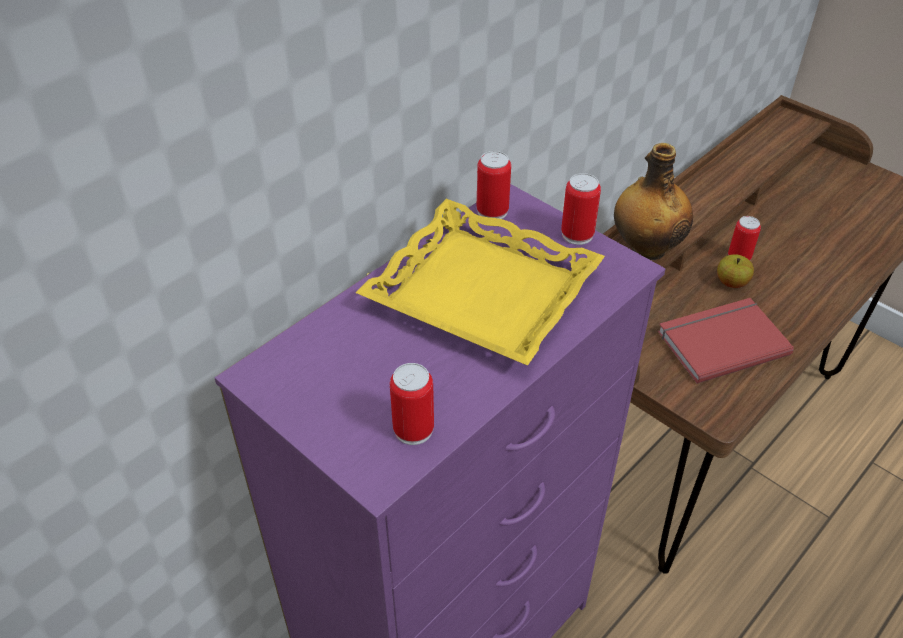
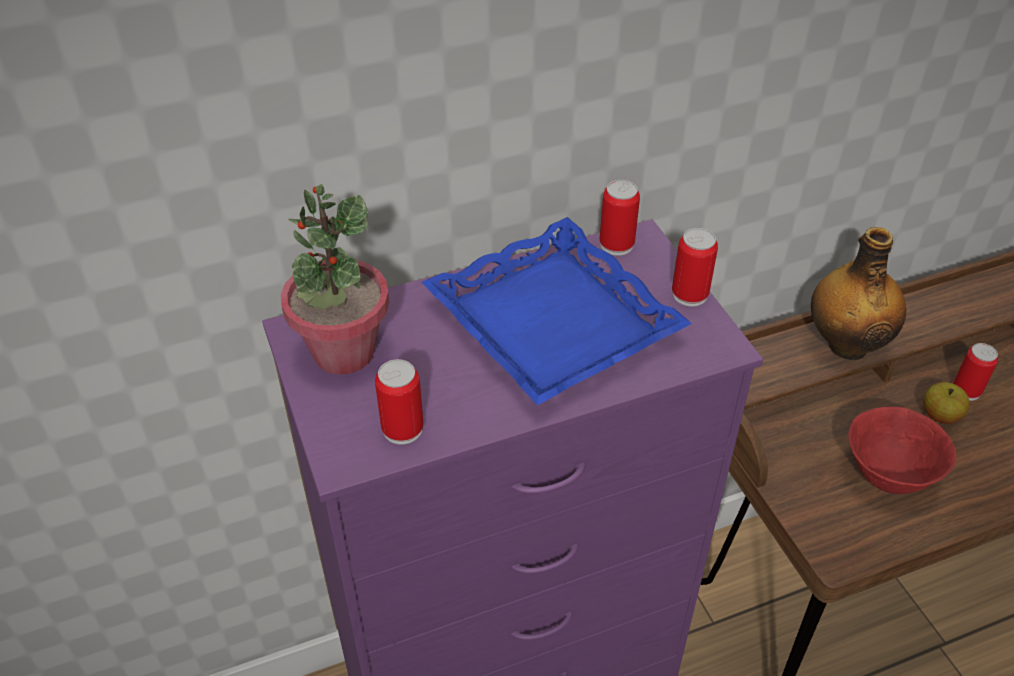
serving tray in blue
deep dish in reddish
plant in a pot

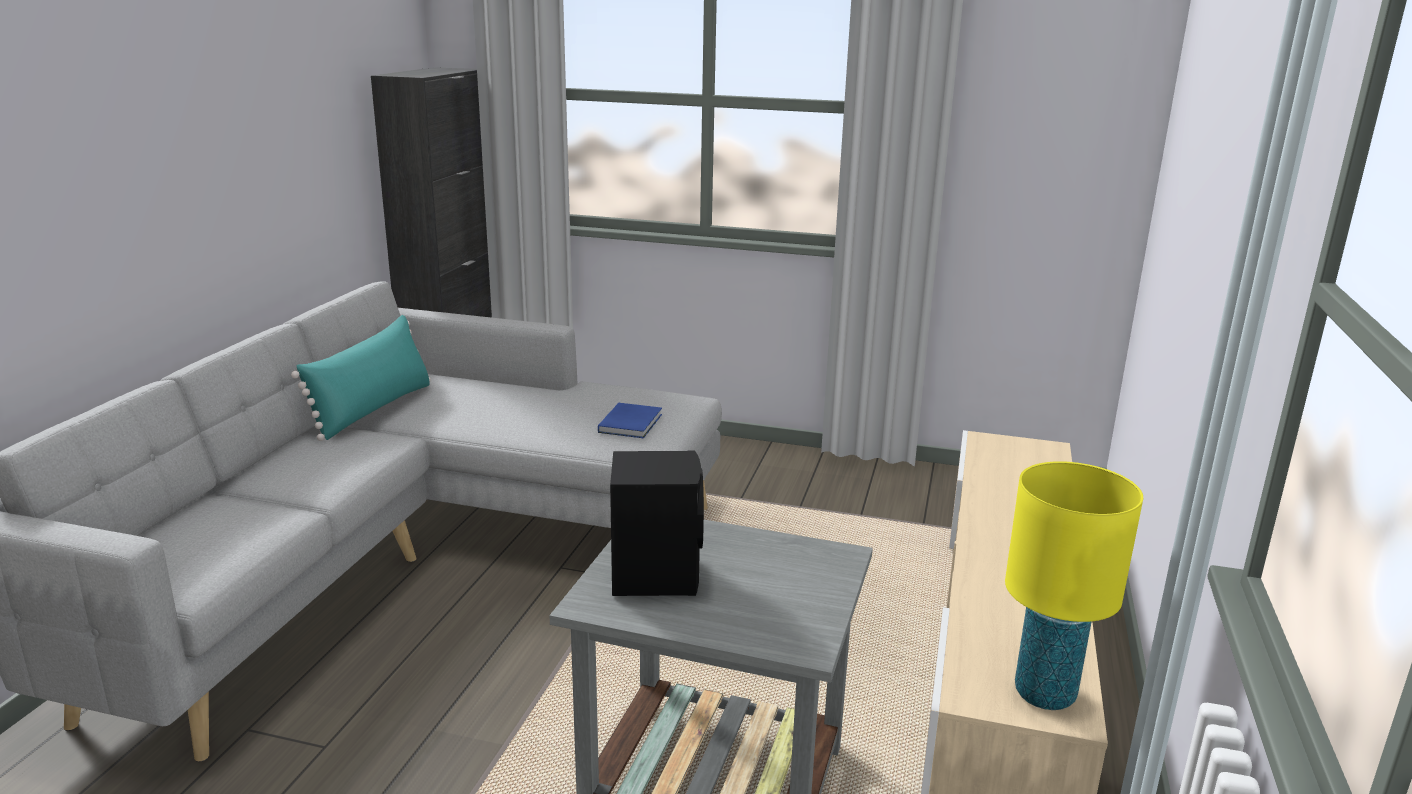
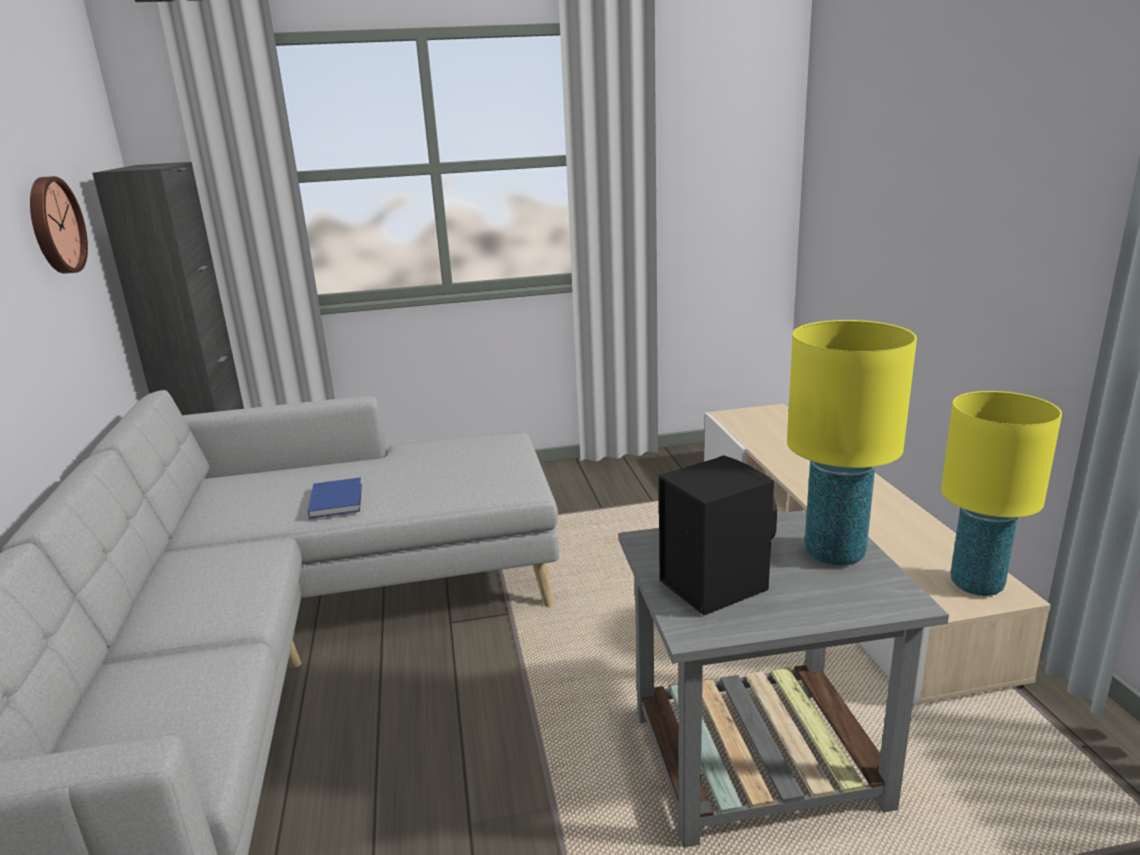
cushion in blue-green
volume in blue
wall clock
table lamp in yellow-coloured (no. 1 from left)

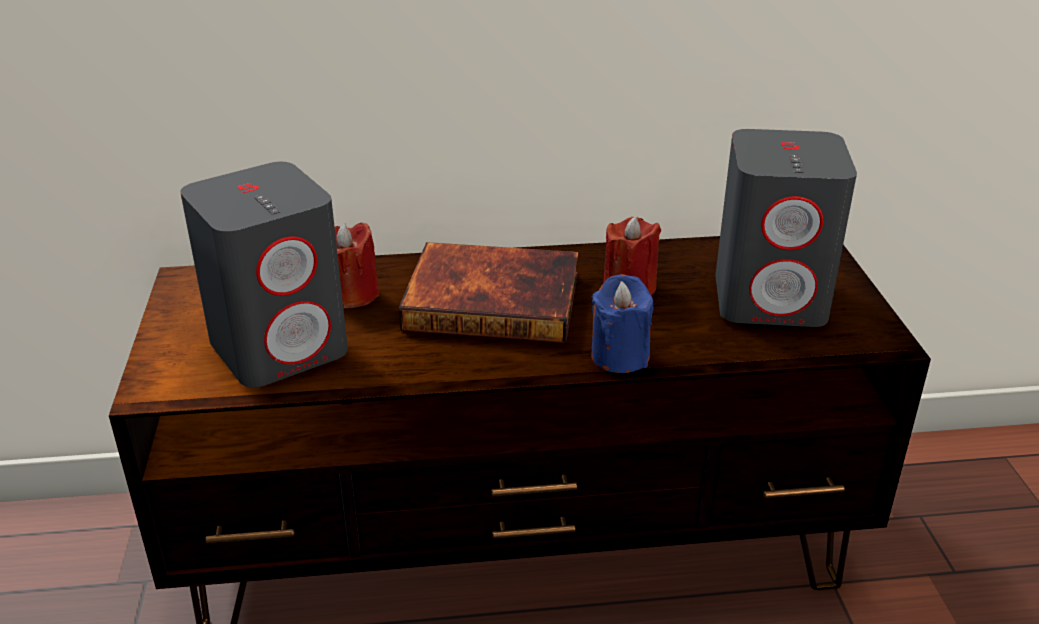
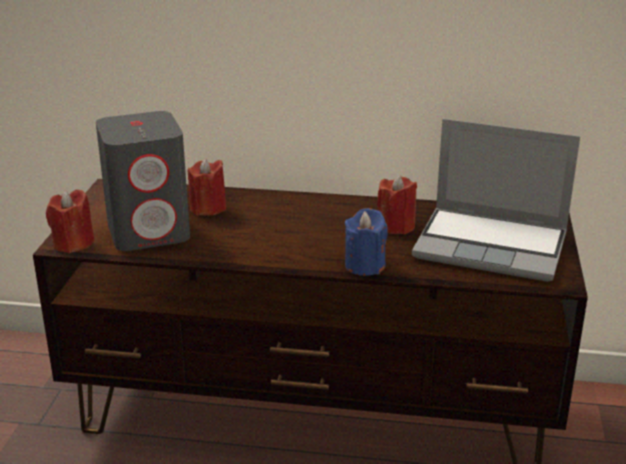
notebook computer
volume
wax candle in reddish (no. 1 from left)

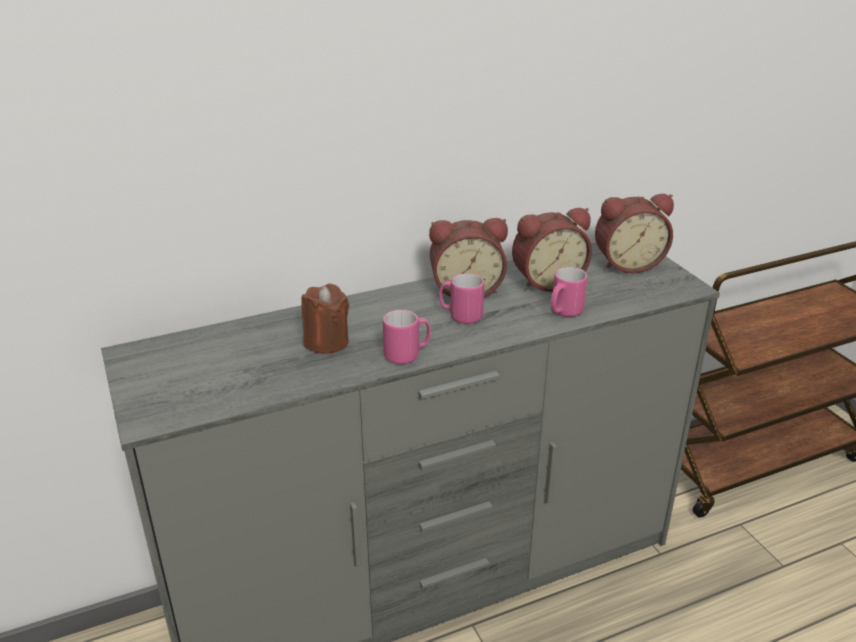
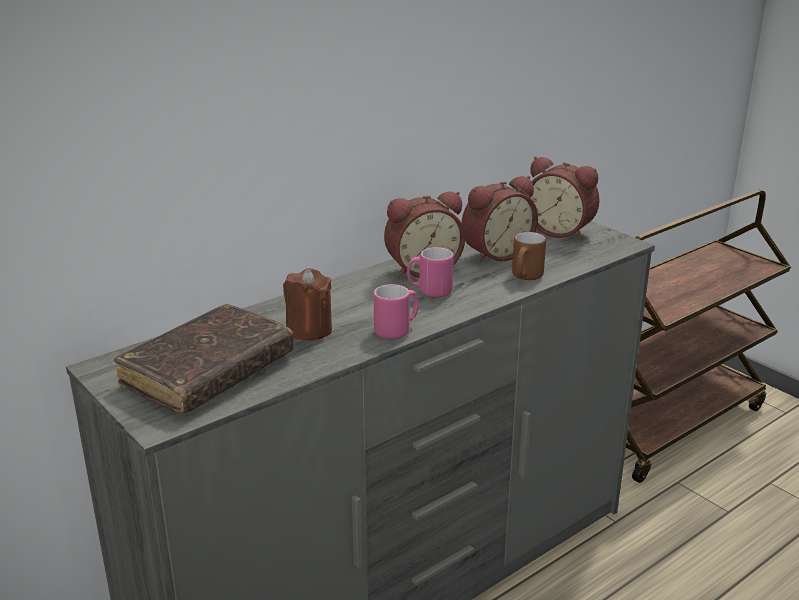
alarm clock (no. 3 from left)
coffee mug in brown-coloured
volume in brown-coloured

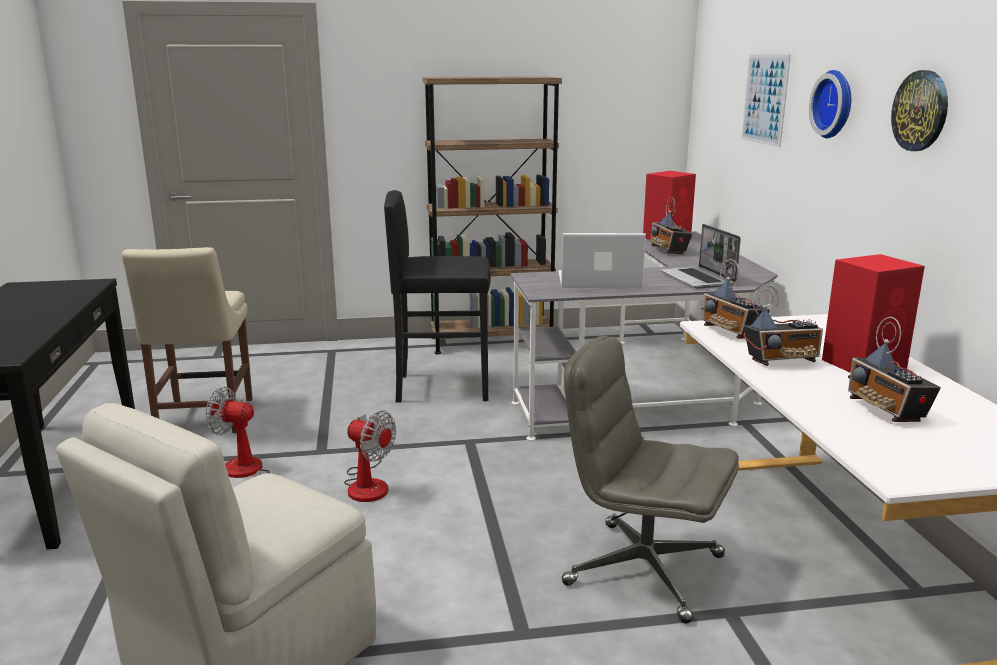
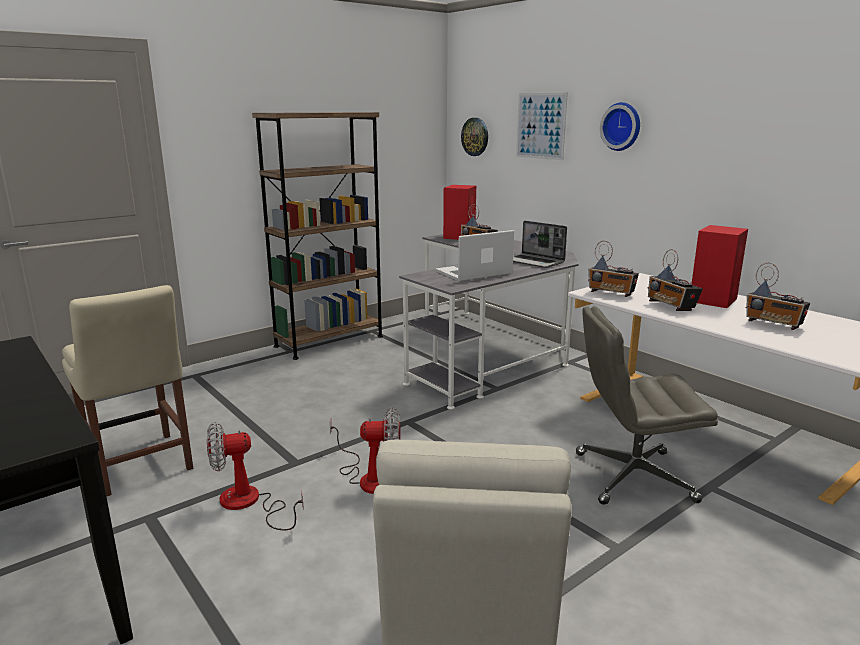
wall clock (no. 1 from left)
stool in blackish
radio (no. 3 from left)

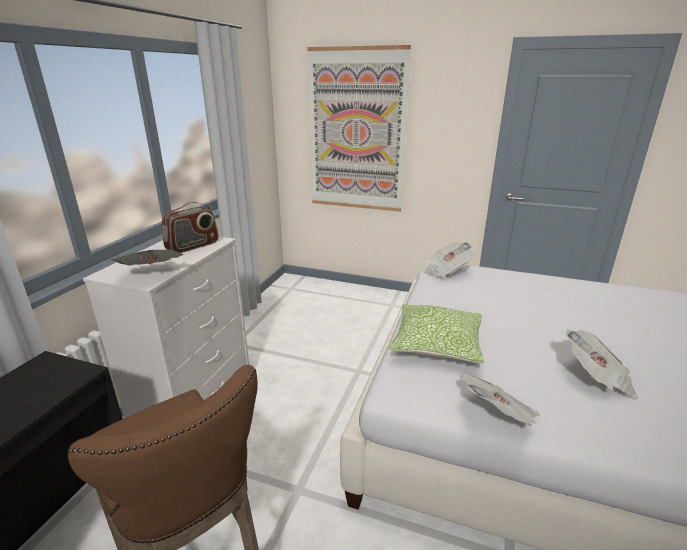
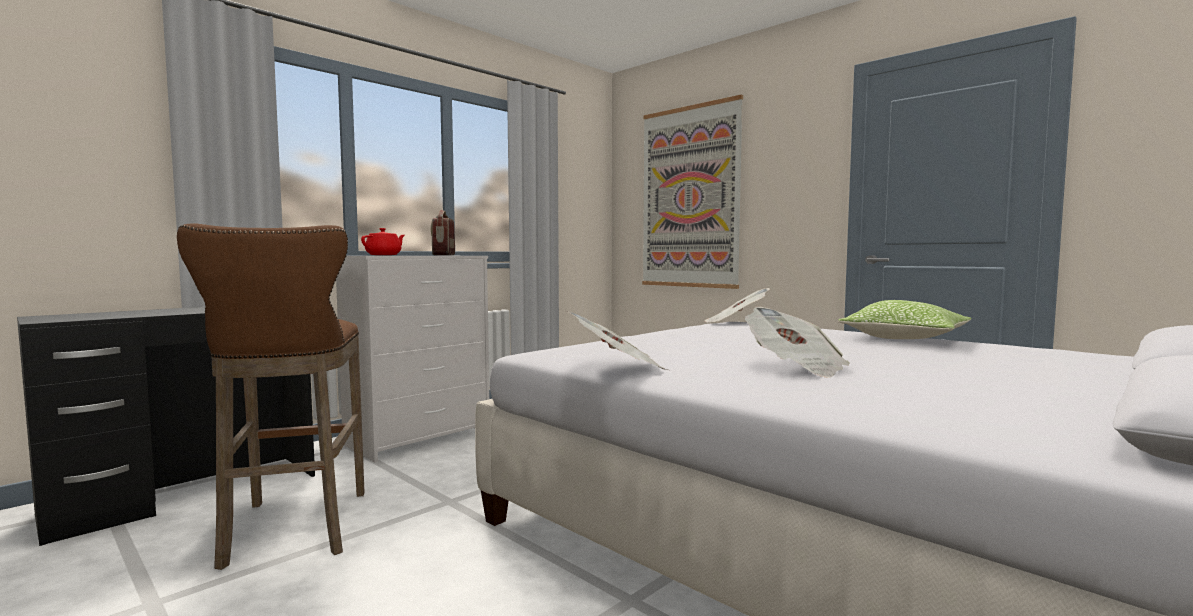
radio
tea pot in reddish
cushion

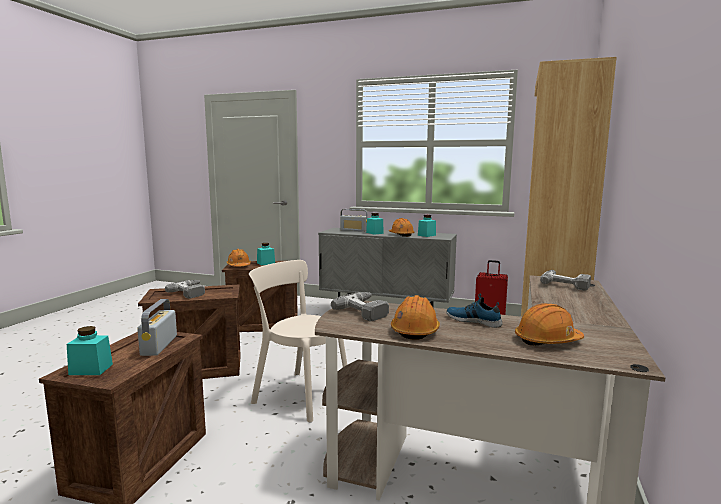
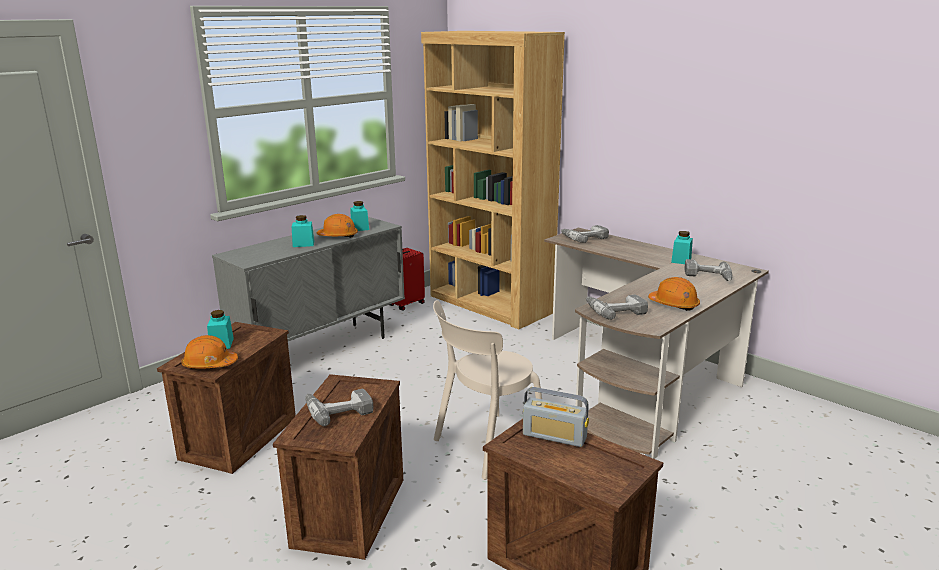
radio (no. 2 from left in the first image)
item of footwear
power drill (no. 4 from left)
storage jar in blue-green (no. 4 from left)

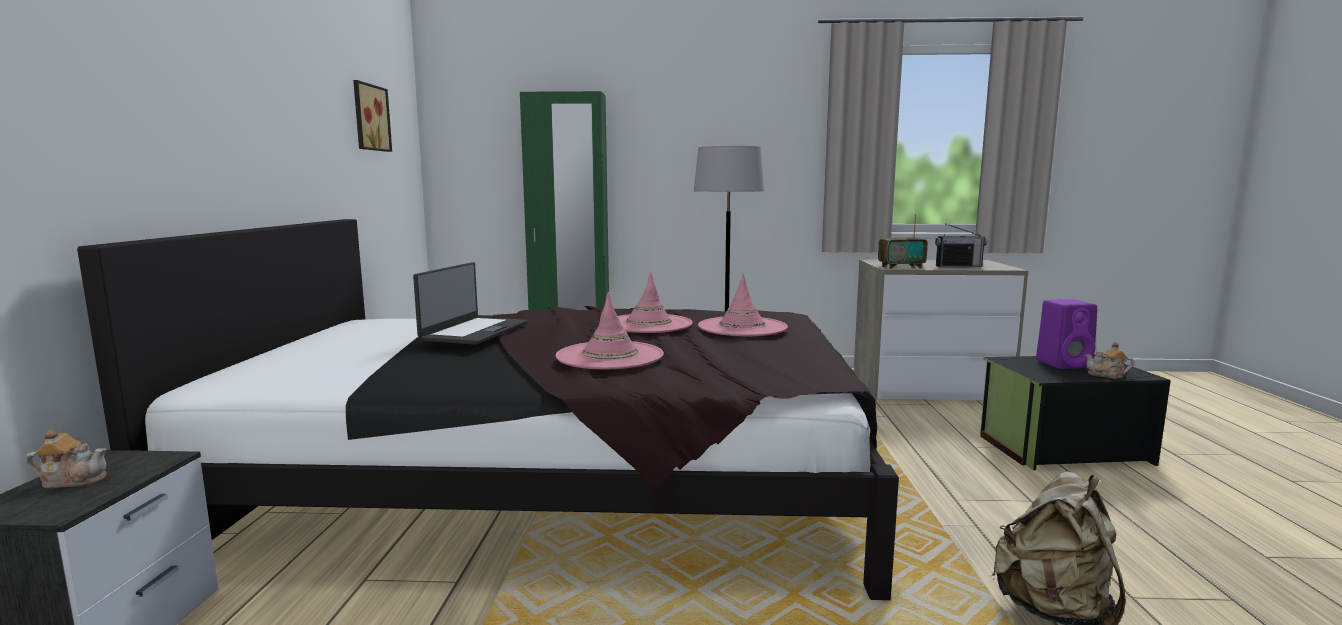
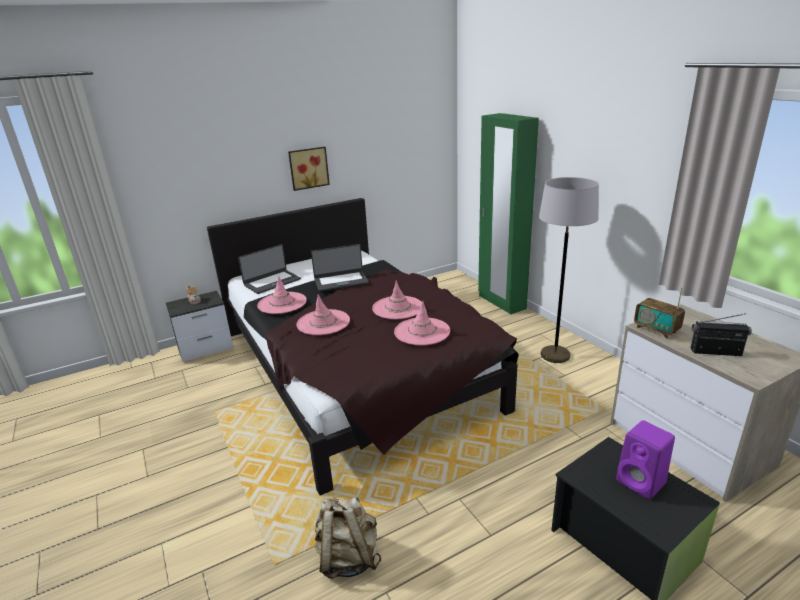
picture
radio (no. 2 from left)
tea pot (no. 2 from left in the first image)
notebook computer (no. 1 from left)
wearable hat in pink (no. 1 from left)

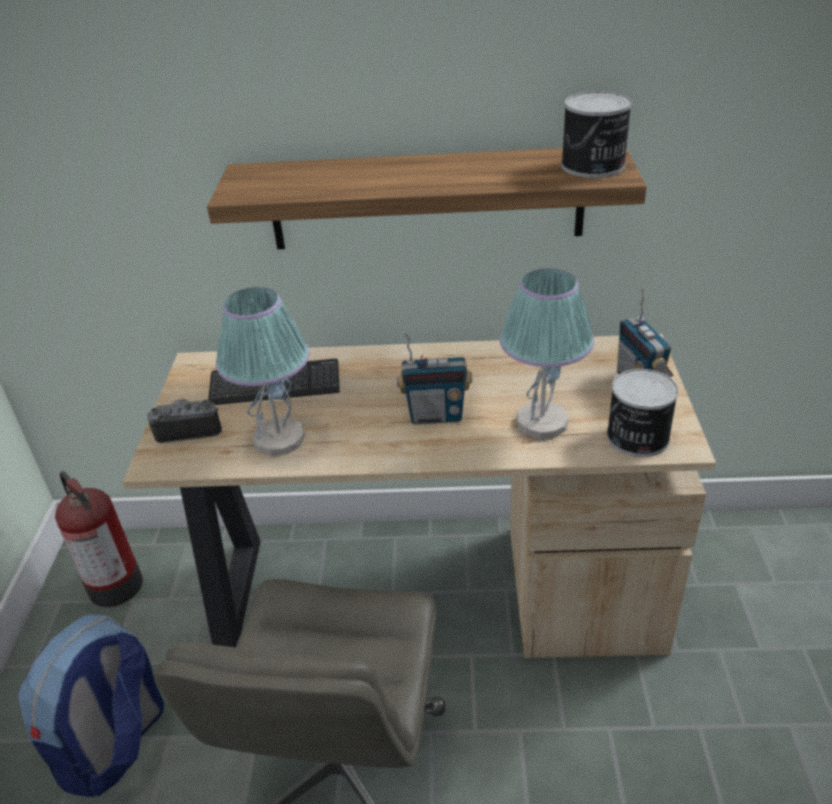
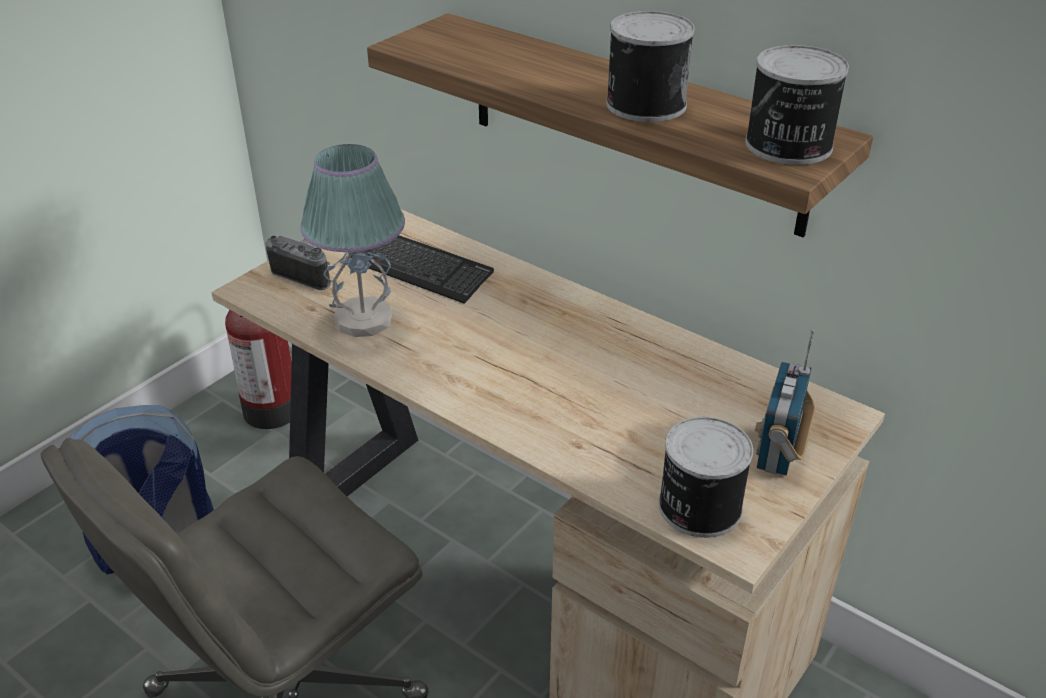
table lamp (no. 2 from left in the first image)
radio (no. 1 from left in the first image)
sealed can (no. 1 from left)

